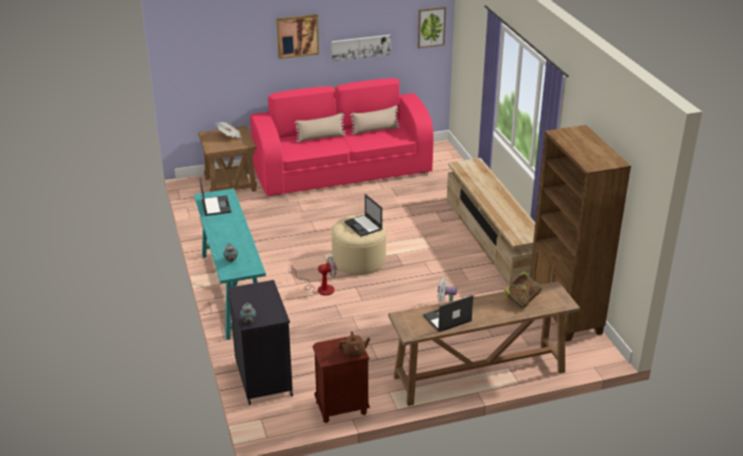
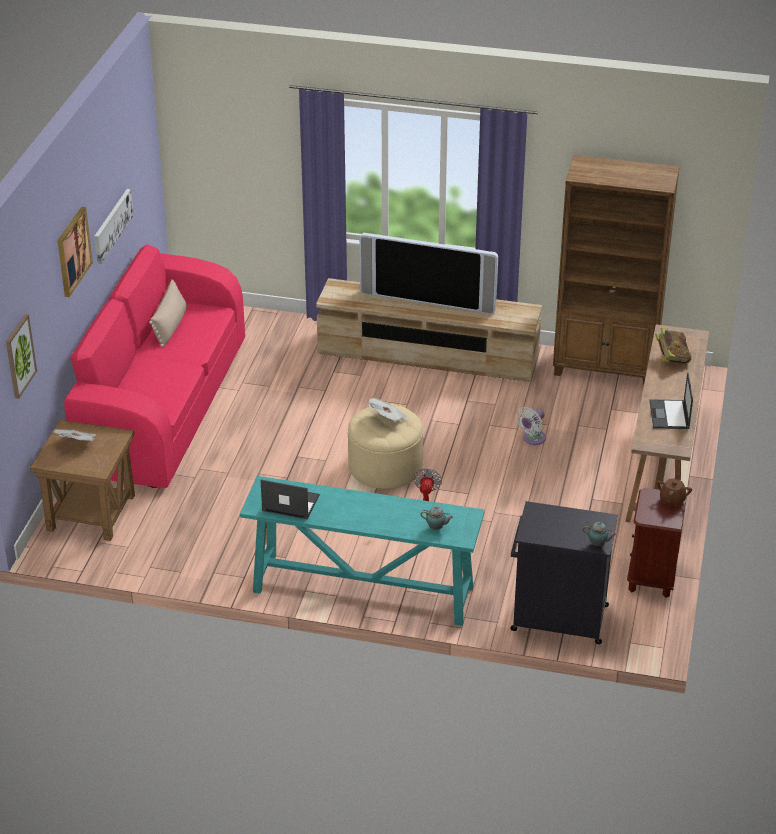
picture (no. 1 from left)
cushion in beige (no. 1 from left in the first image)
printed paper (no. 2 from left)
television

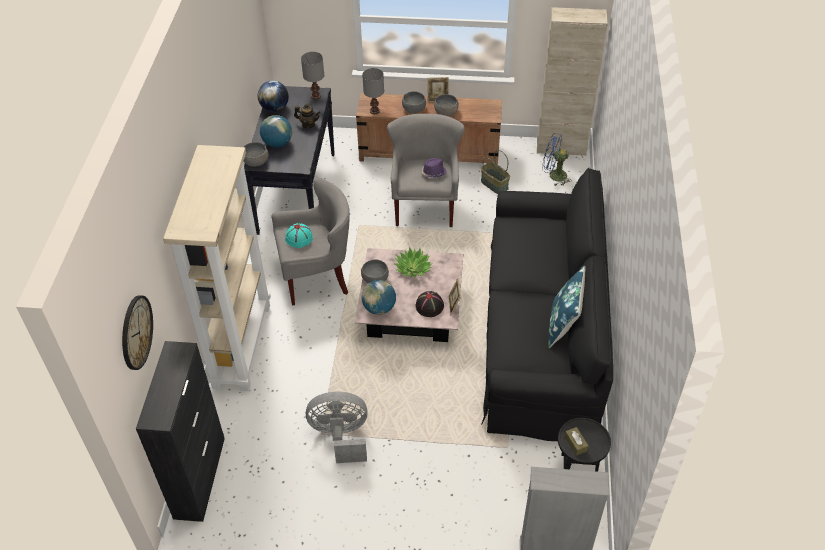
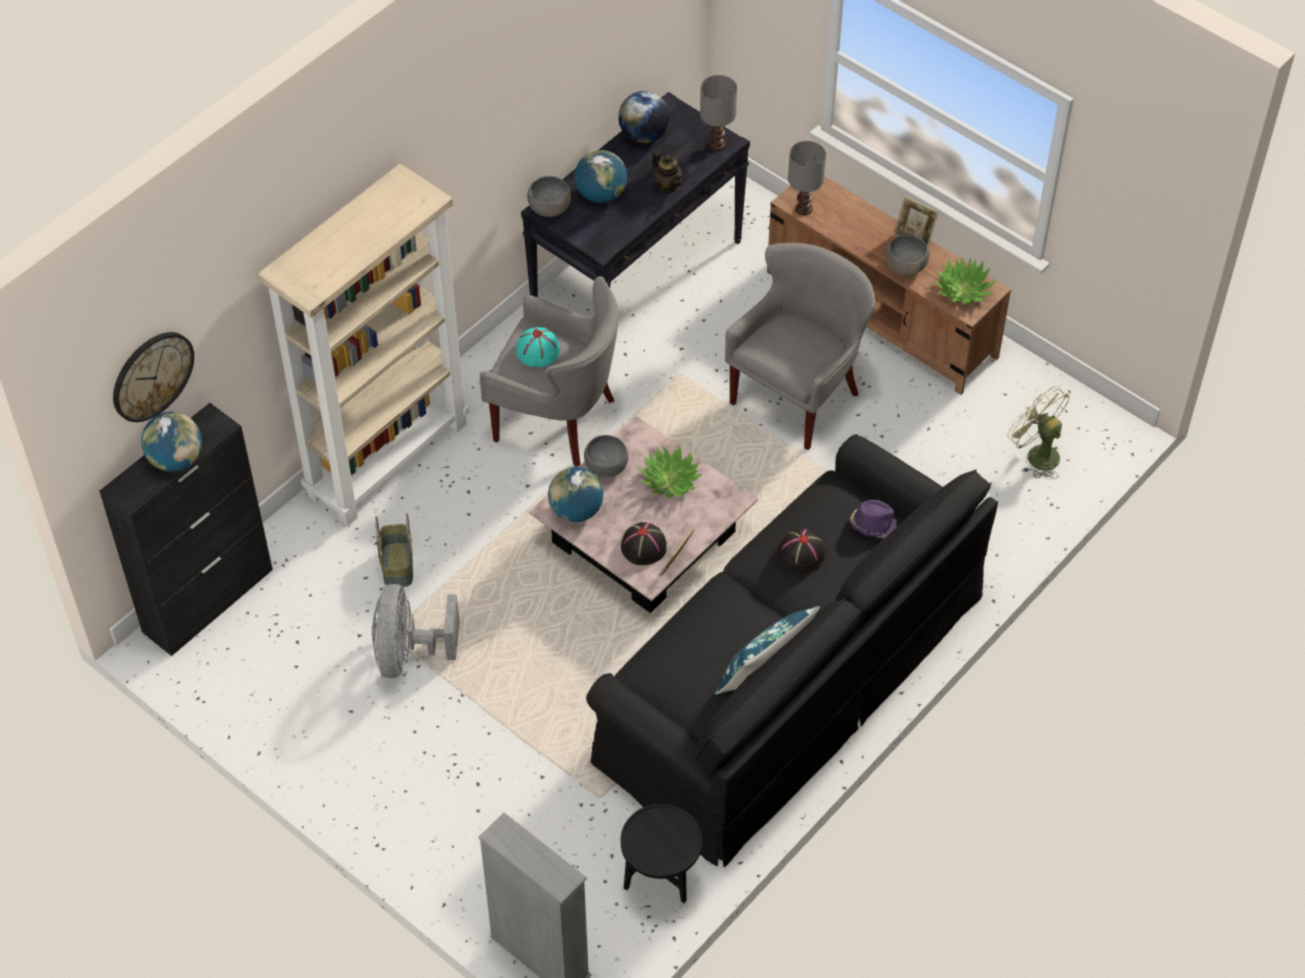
storage cabinet in beige
deep dish in gray (no. 3 from left in the first image)
fan in greenish
basket
wearable hat in purplish
fan in gray
tissue holder in brown-coloured
plant in a pot (no. 2 from left)
globe (no. 1 from left)
wearable hat in blackish (no. 2 from left)

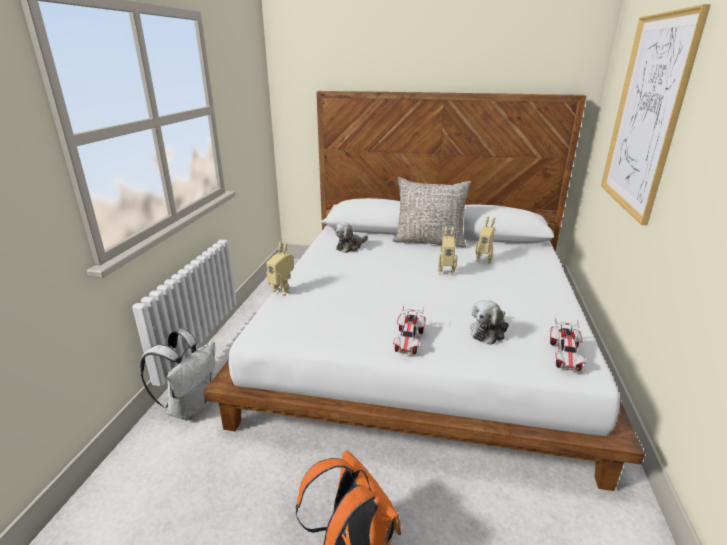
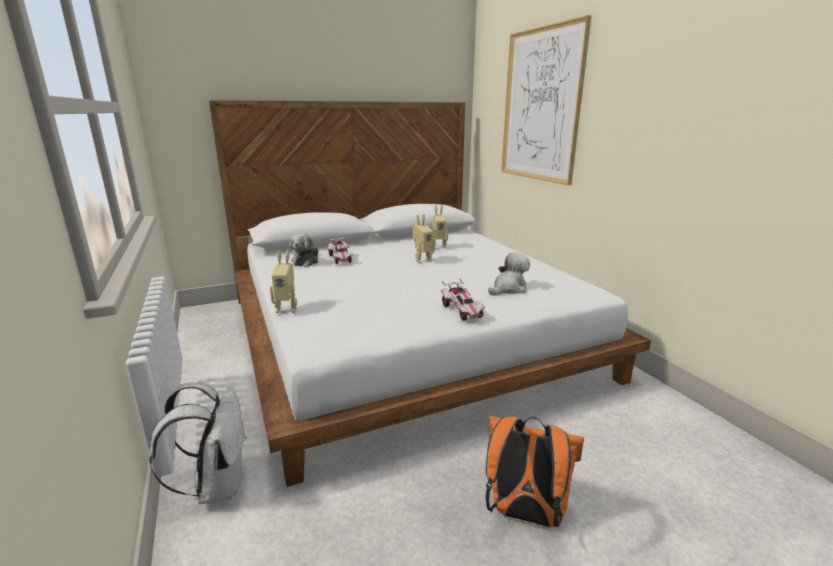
cushion in gray
soft toy (no. 2 from left)
miniature car (no. 1 from left)

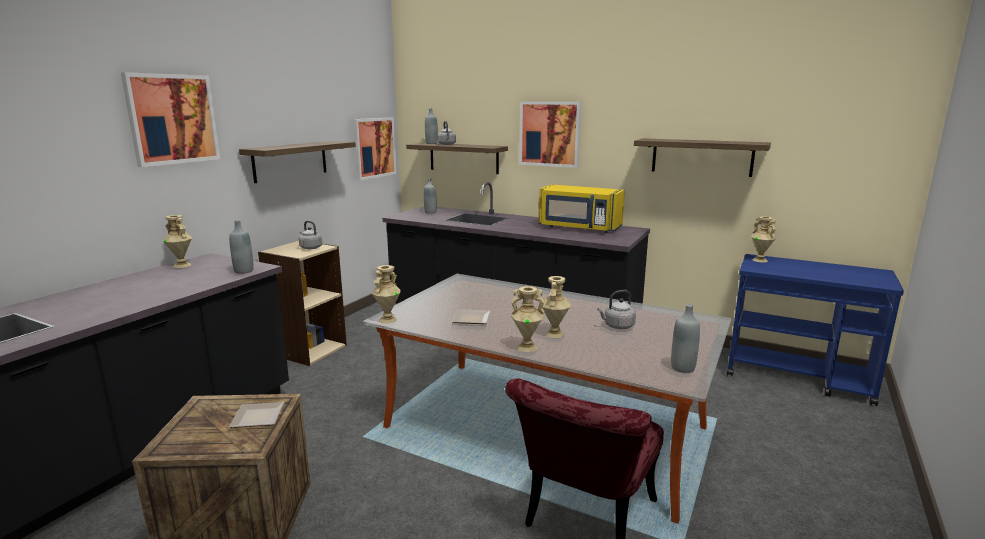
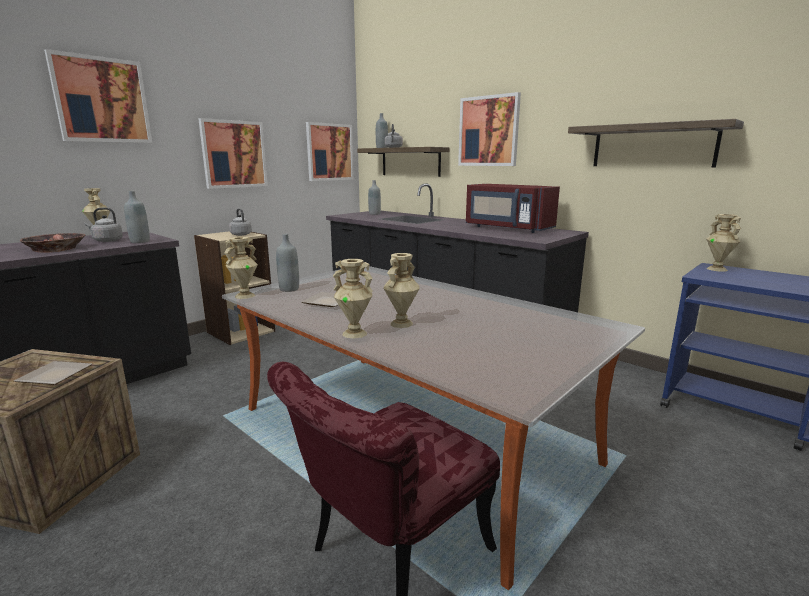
picture (no. 2 from left)
microwave oven in reddish
water kettle in gray (no. 1 from left)
beverage bottle in gray (no. 2 from left)
deep dish

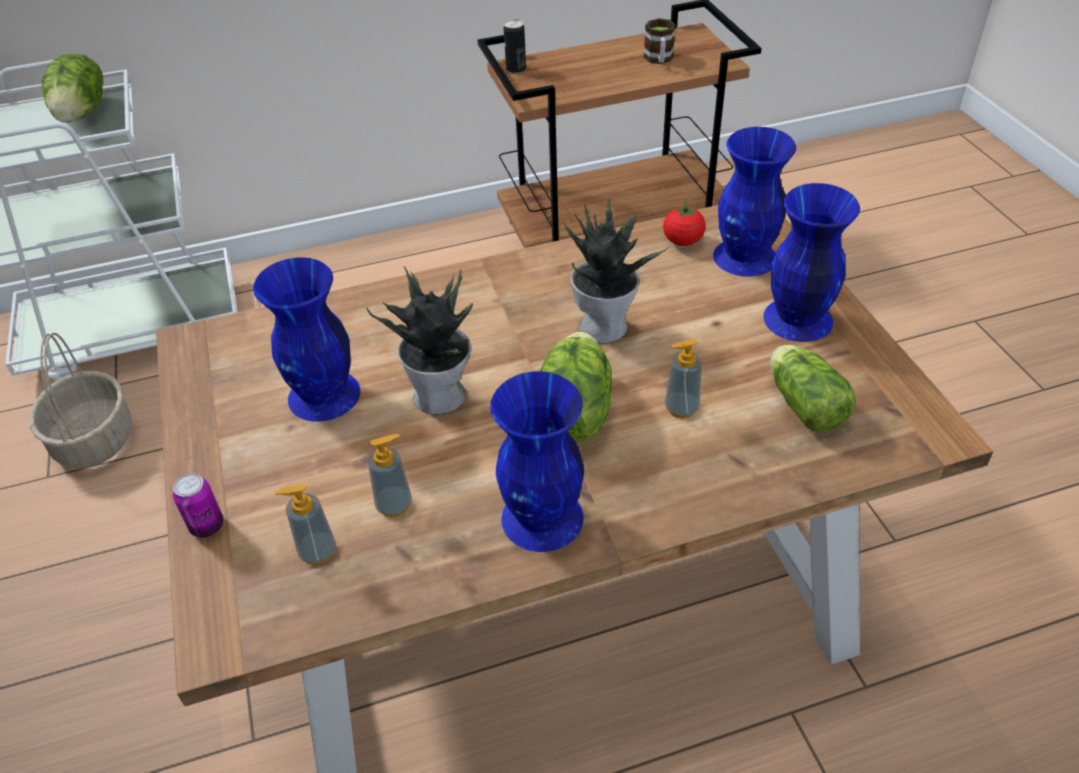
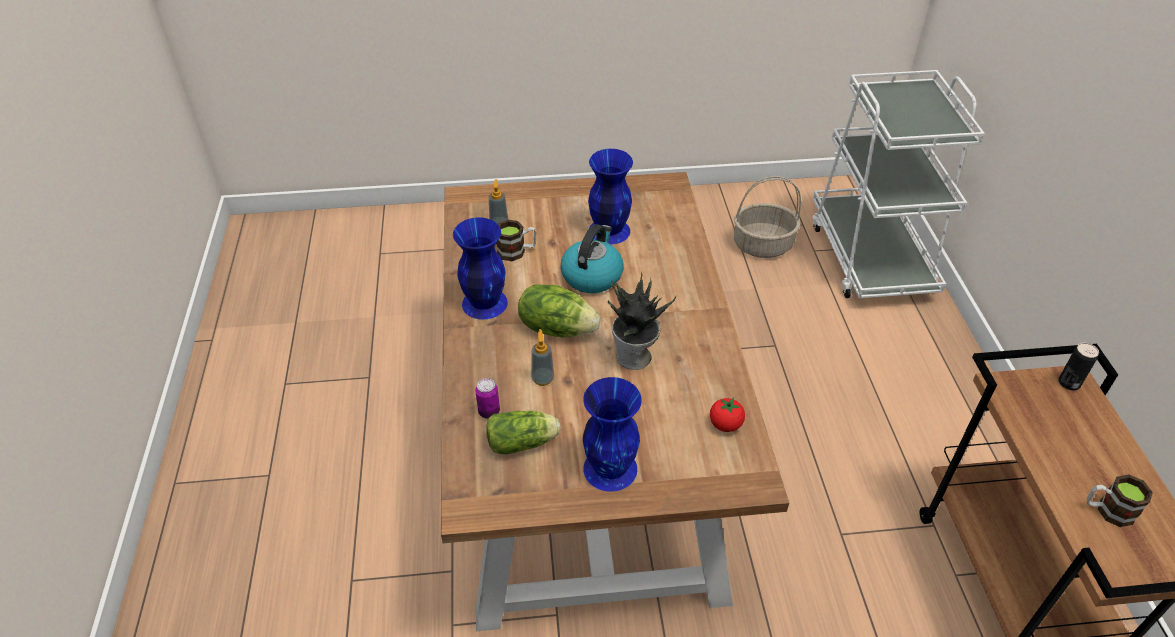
head of lettuce (no. 1 from left in the first image)
decorative vase in blue (no. 3 from left in the first image)
water kettle
coffee mug (no. 1 from left)
sealed can (no. 1 from left)

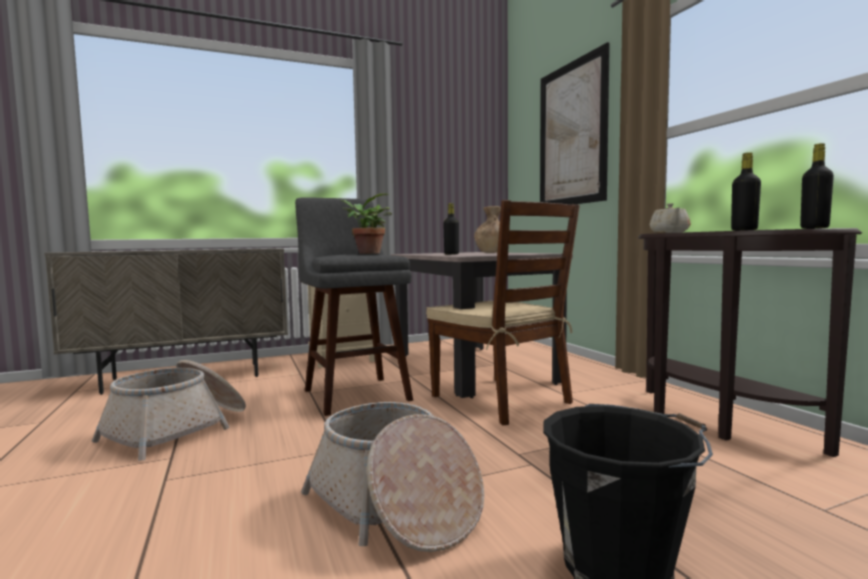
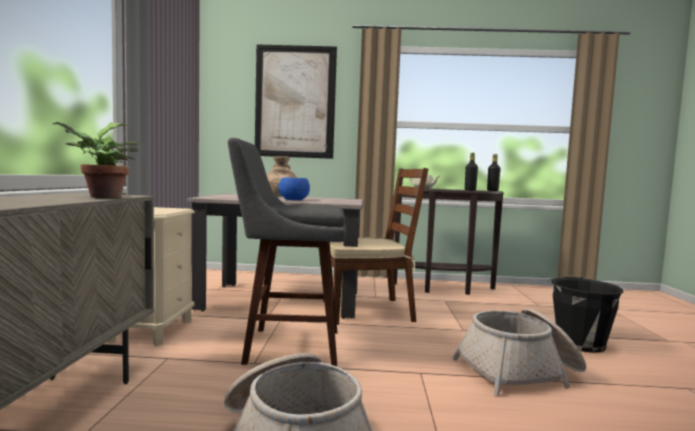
plant in a pot
deep dish in blue

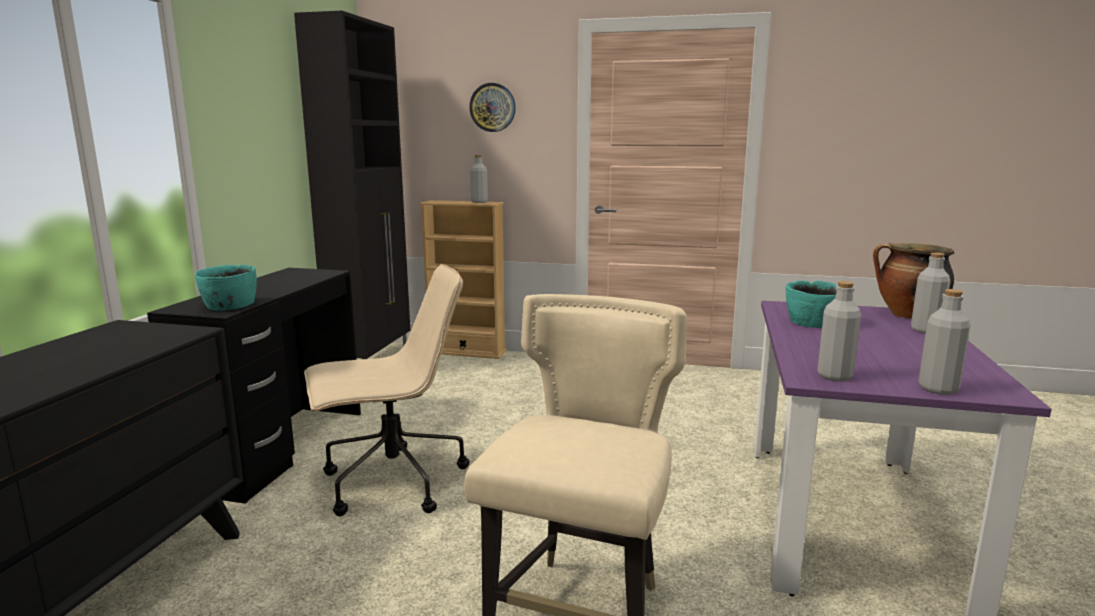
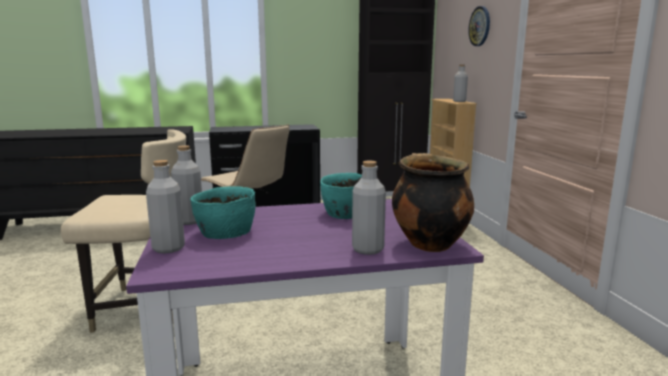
deep dish in blue-green (no. 1 from left)

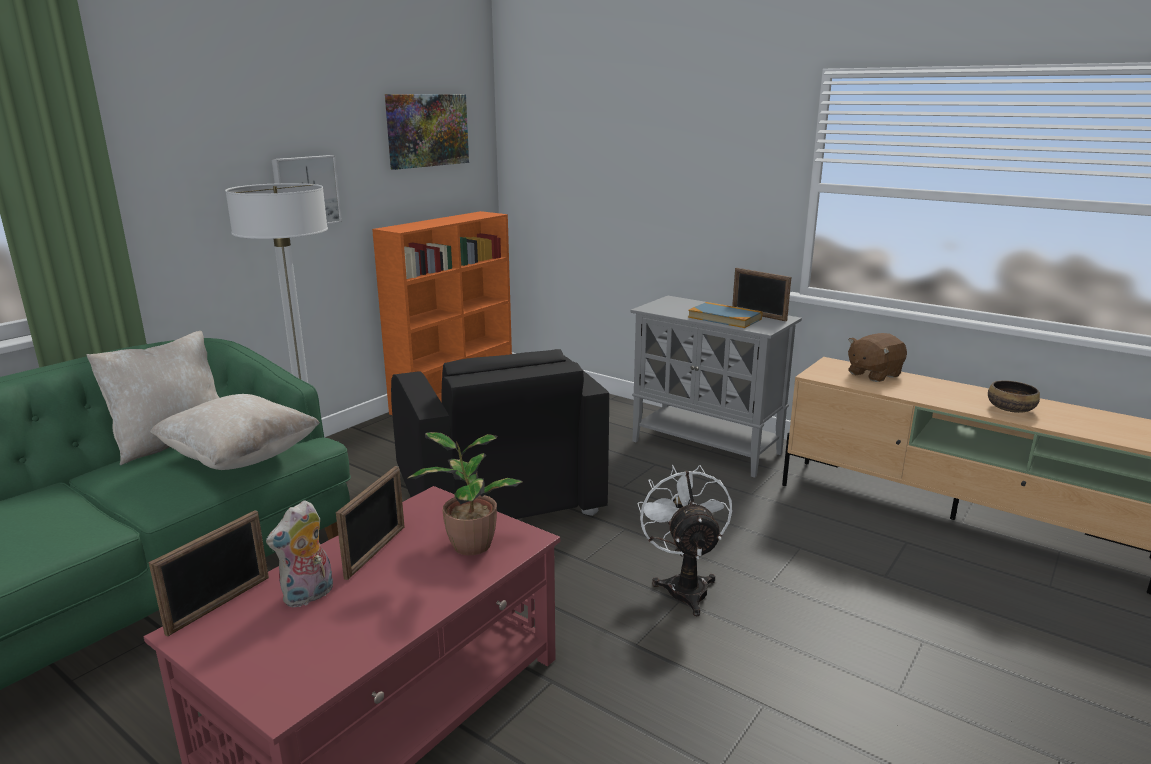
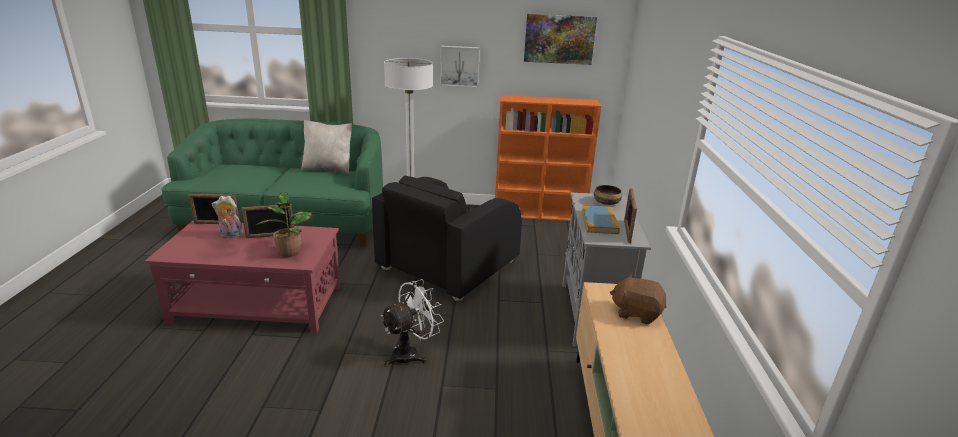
deep dish
cushion in beige (no. 2 from left in the first image)

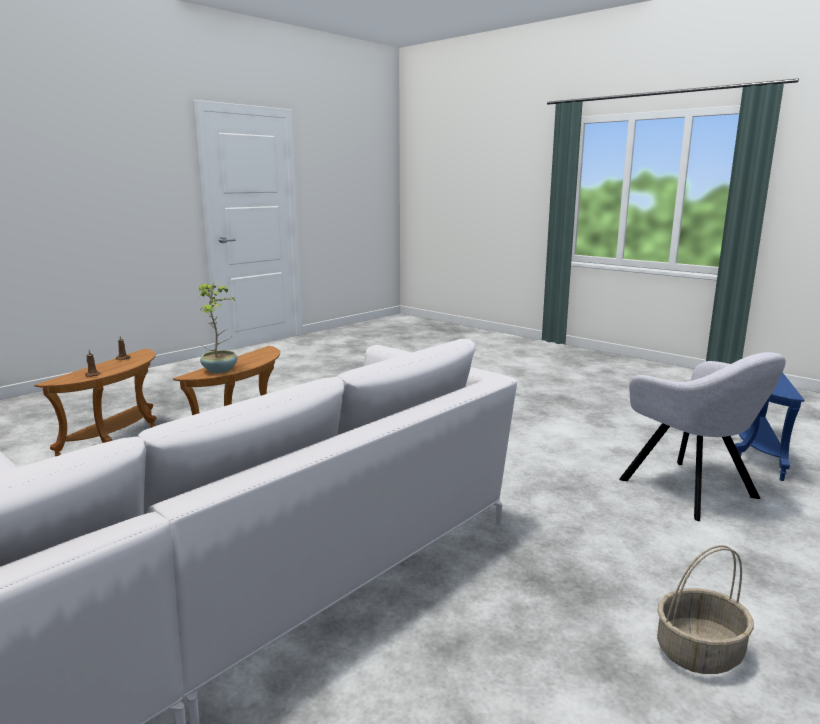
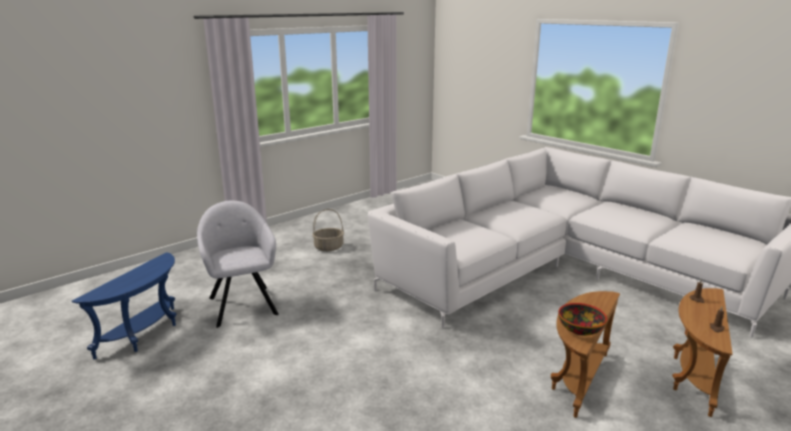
plant in a pot
deep dish

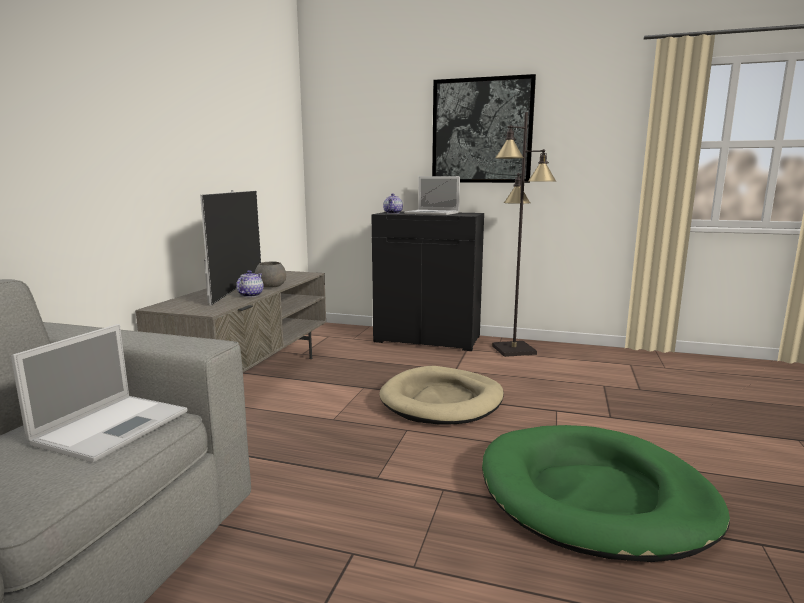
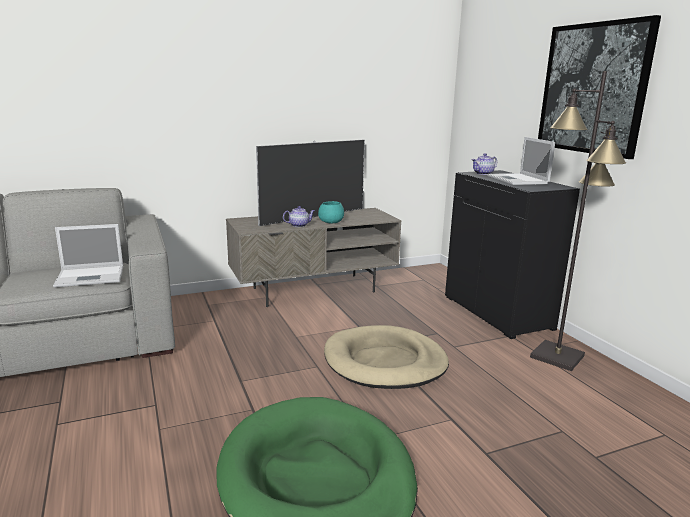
deep dish in blue-green

